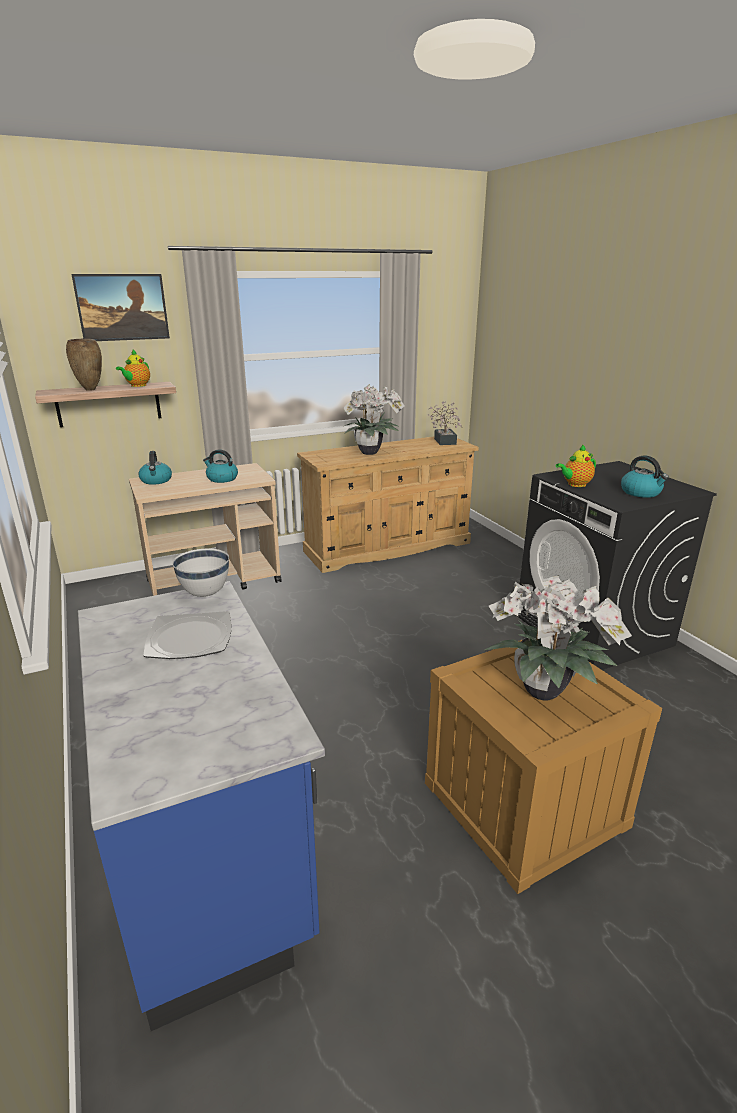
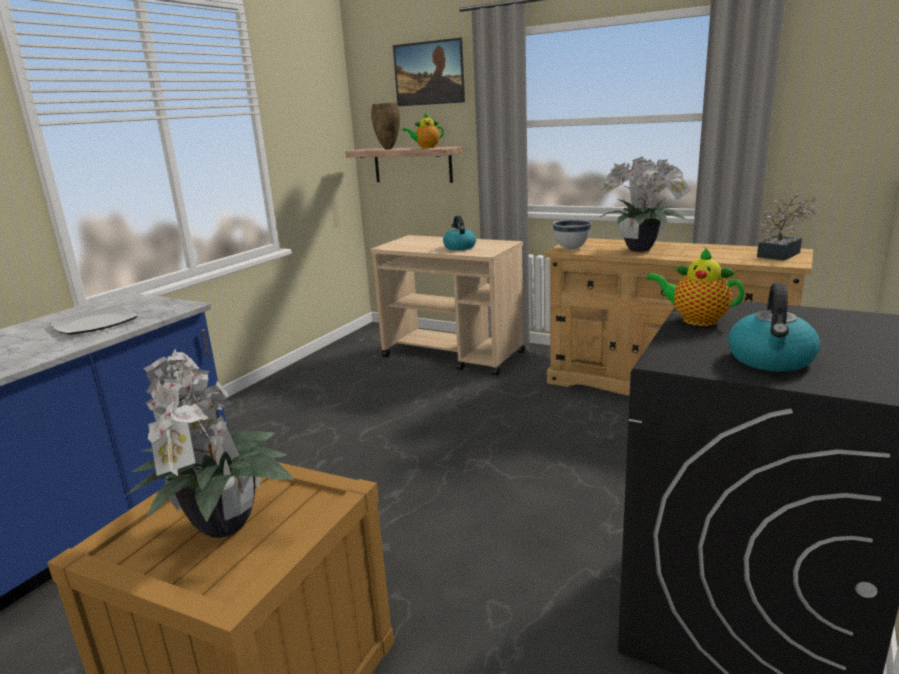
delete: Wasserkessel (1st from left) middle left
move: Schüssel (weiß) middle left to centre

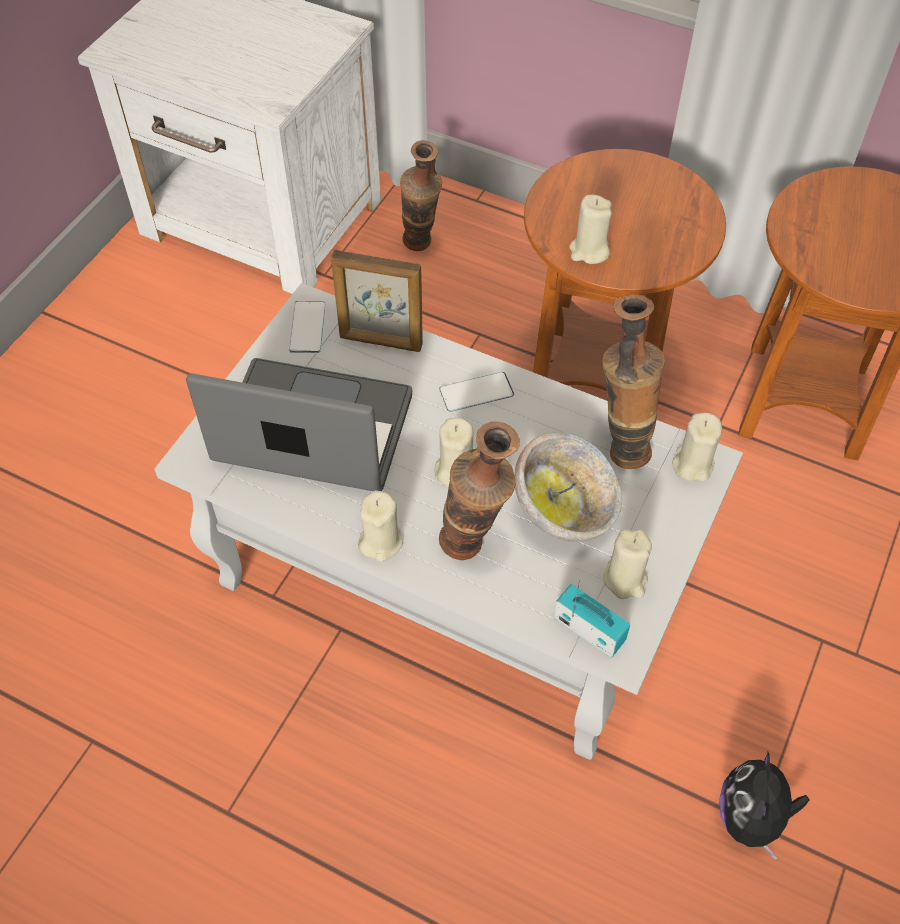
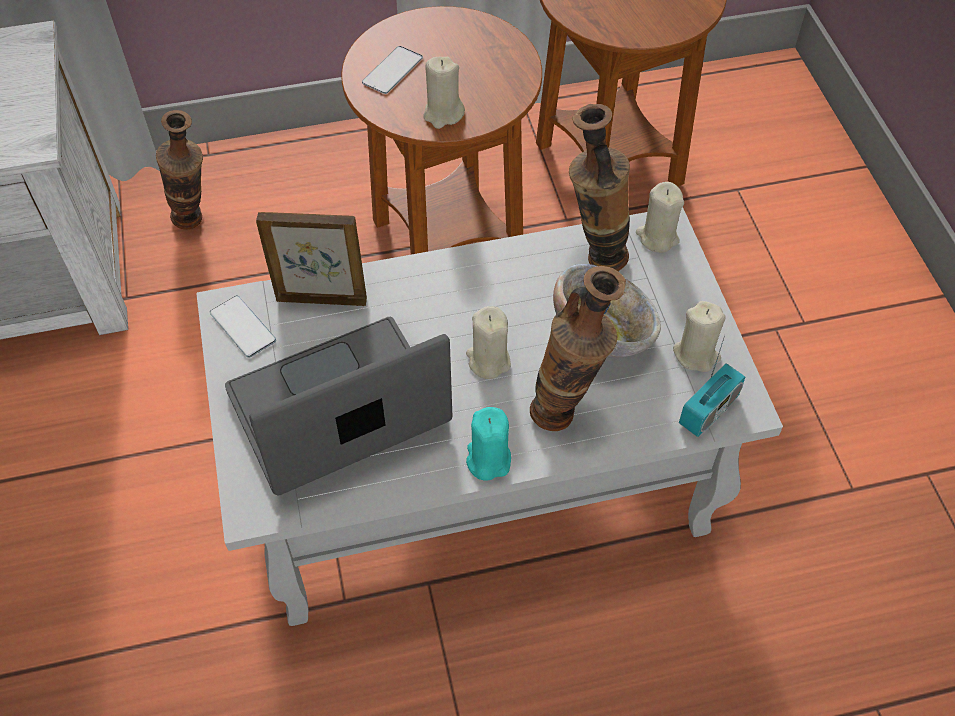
delete: Plüschtier bottom right
move: Handy (2nd from left) centre to top centre
recolor: Kerze (beige) (1st from left) centre to Kerze (türkis) centre
rotate: Bilderrahmen top centre = middle left 150 degrees counterclockwise; Radio bottom centre = middle right 135 degrees clockwise

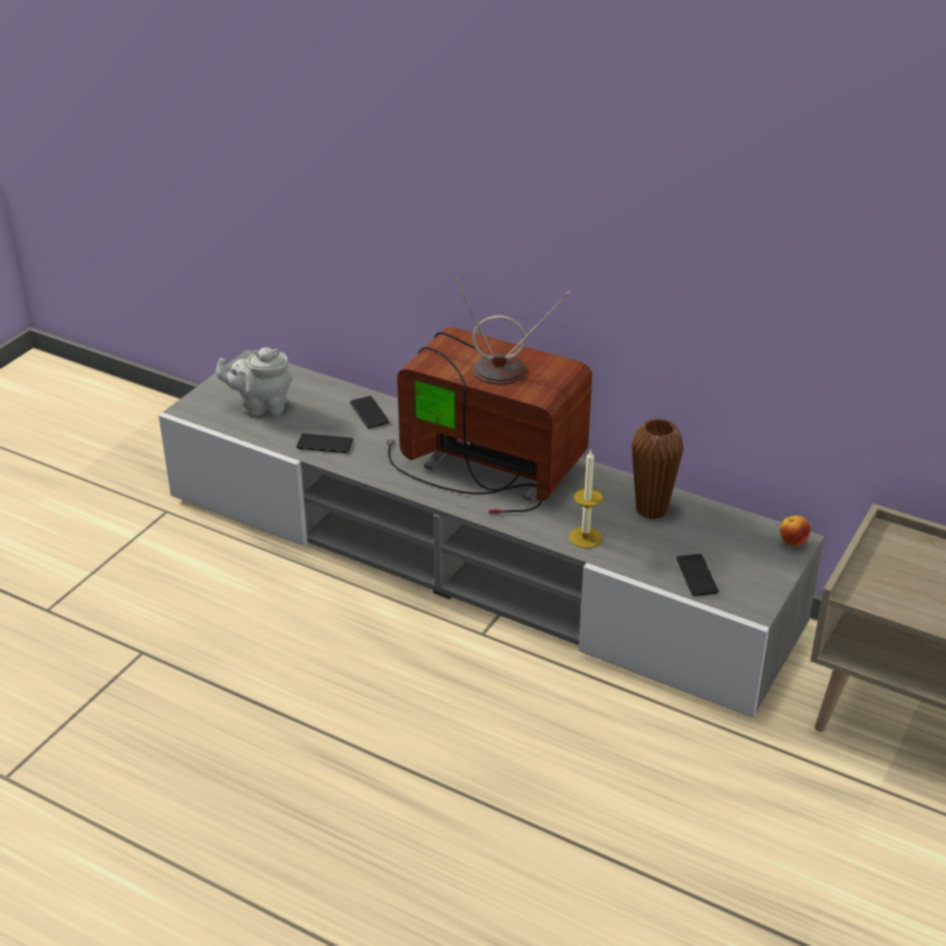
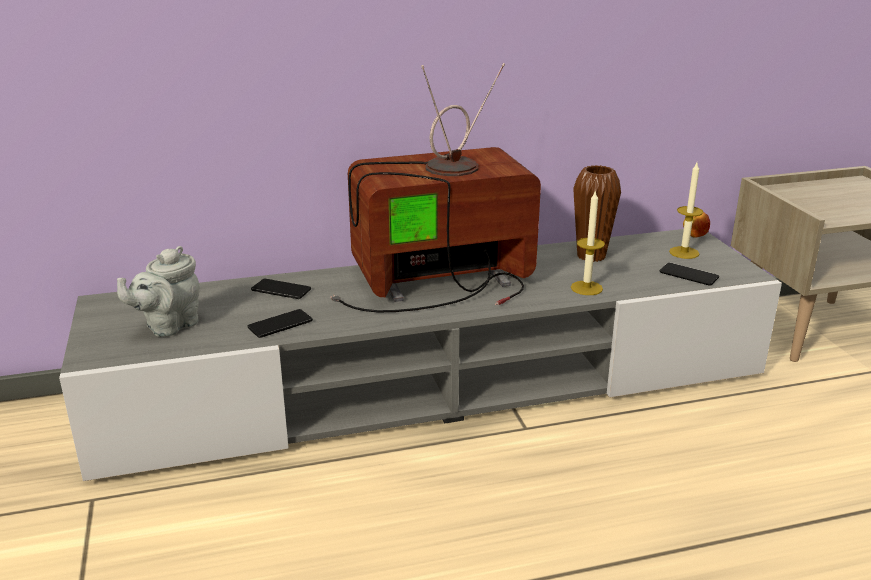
insert: Kerze (2nd from left) middle right

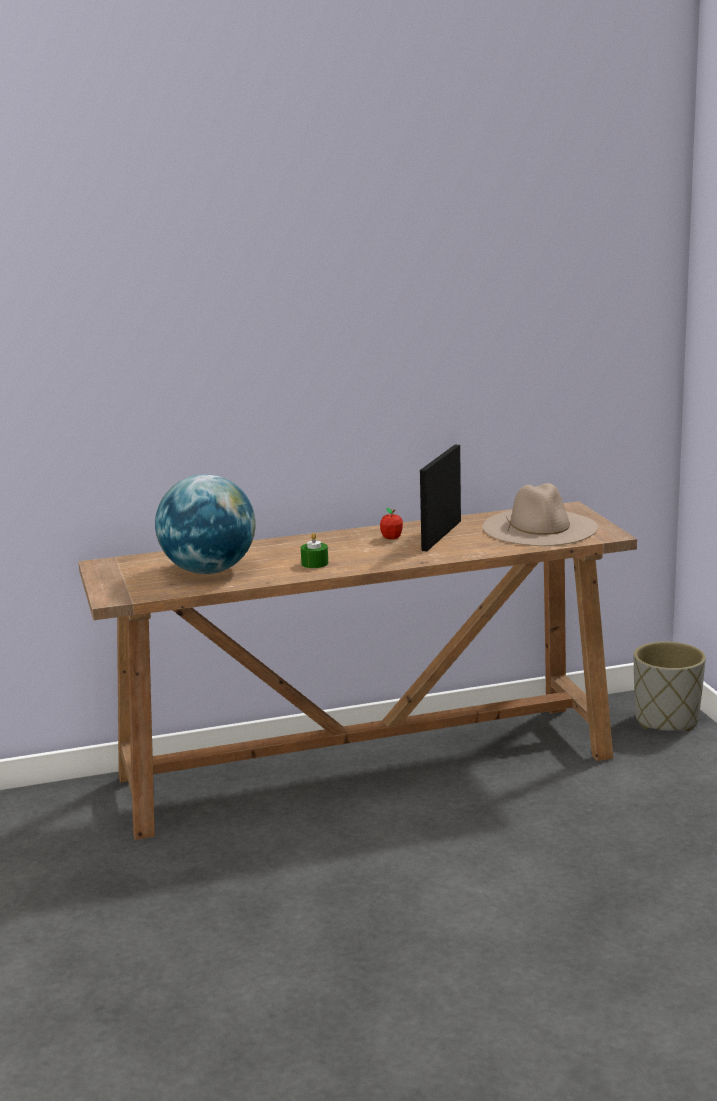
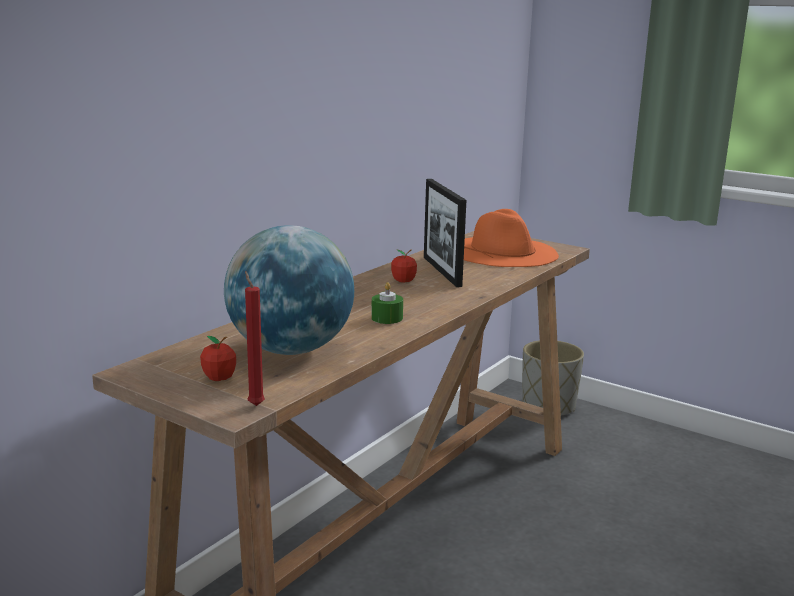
insert: Apfel (1st from left) middle left; Kerze (rot) middle left
recolor: Hut (beige) middle right to Hut (orange) centre

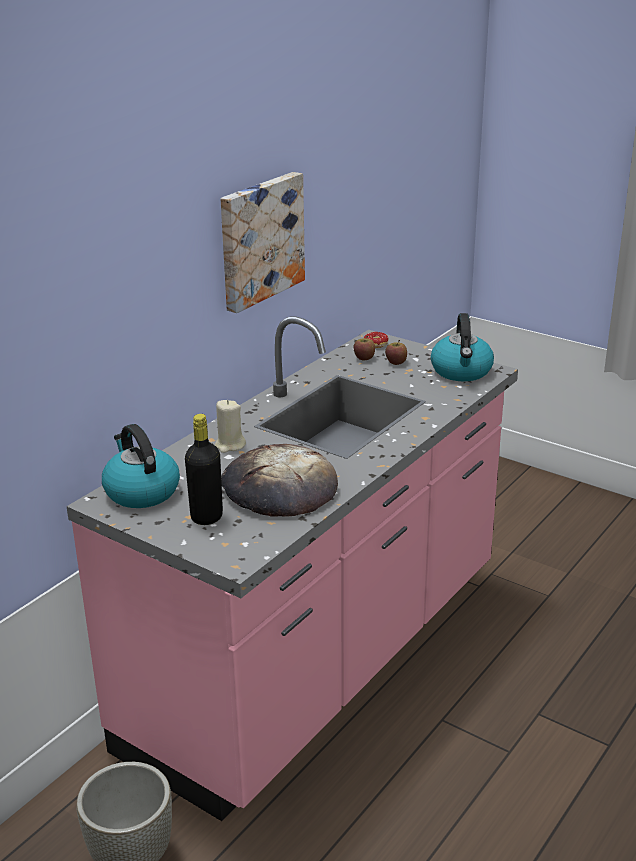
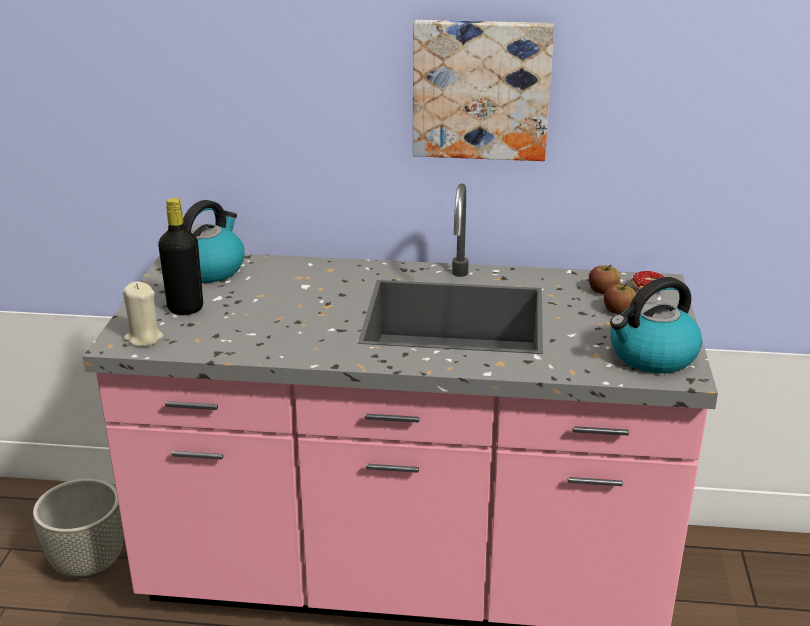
delete: Brot centre
move: Kerze (beige) centre to middle left

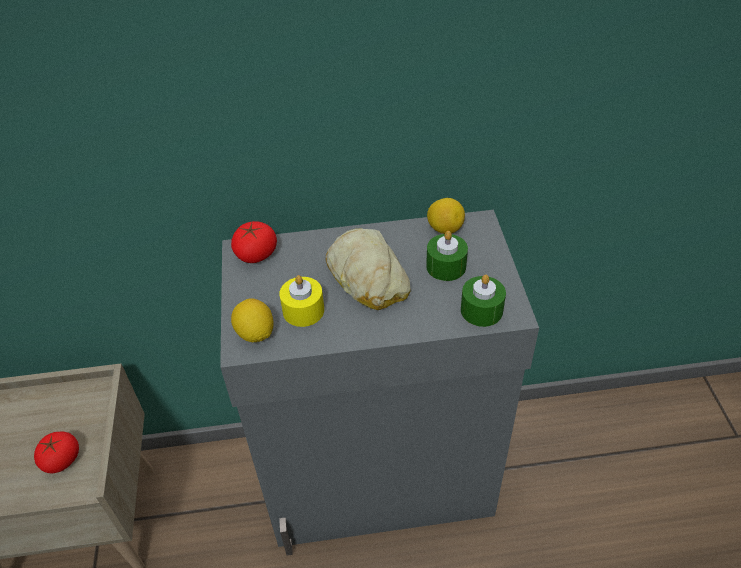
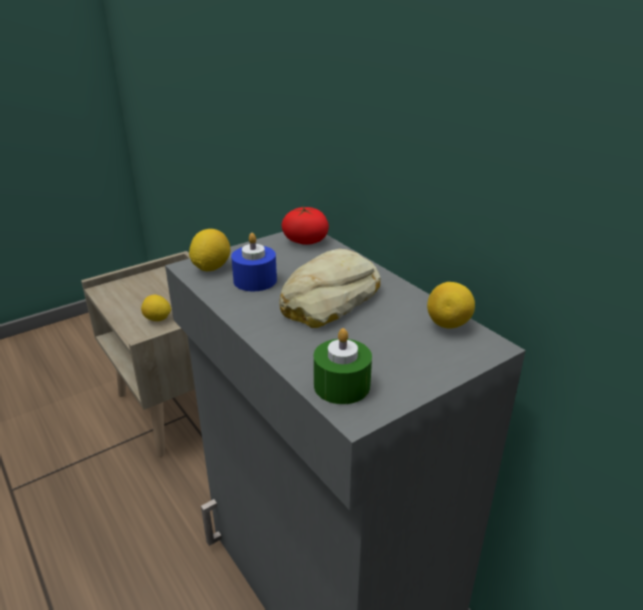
delete: Kerze (grün) (1st from left) centre
replace: Tomate (1st from left) bottom left to Zitrone (1st from left) middle left
recolor: Kerze (gelb) centre to Kerze (blau) centre

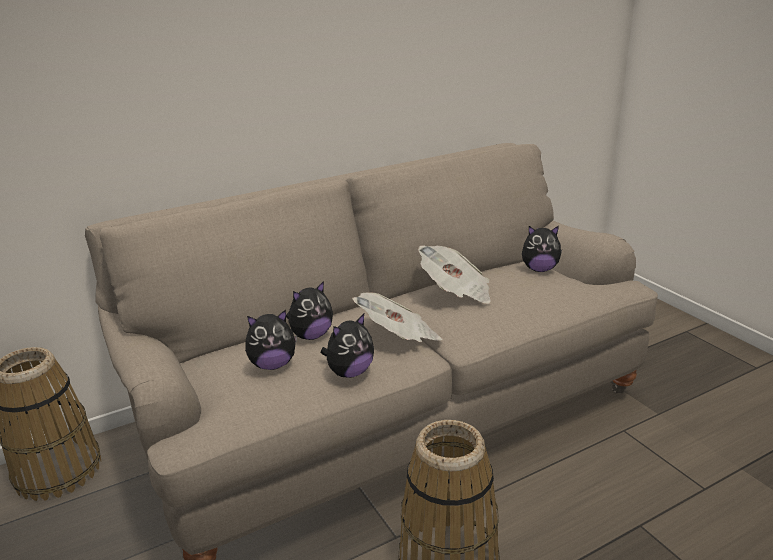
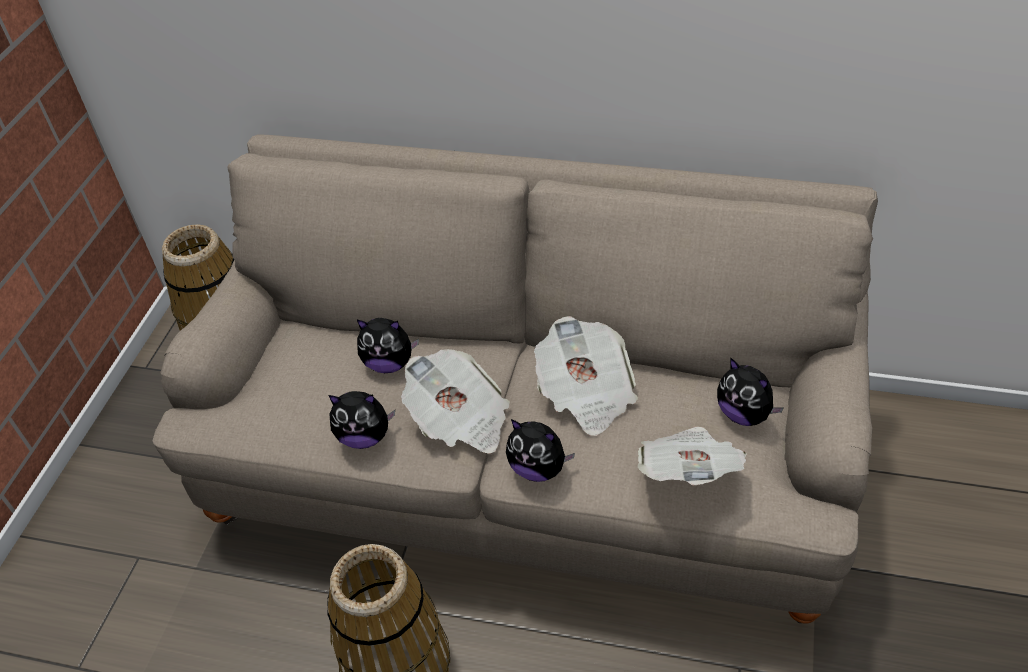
insert: Zeitung (3rd from left) bottom right
move: Plüschtier (1st from left in the first image) centre to Plüschtier (3rd from left) bottom centre

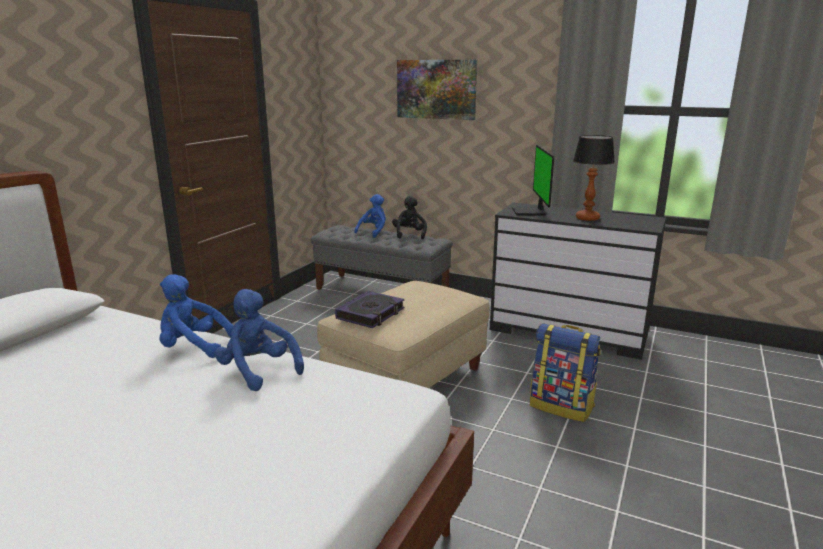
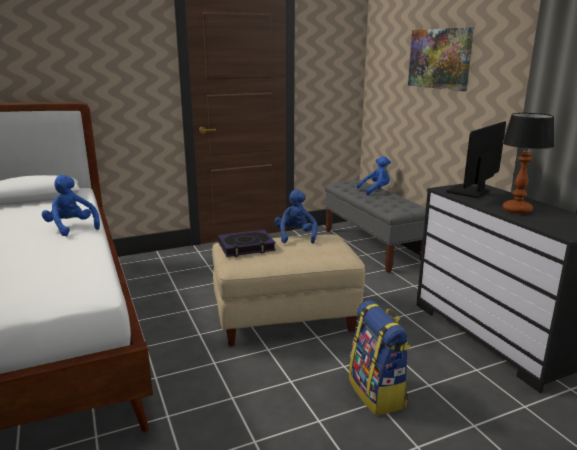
delete: Plüschtier (schwarz) centre
move: Plüschtier (blau) (2nd from left) middle left to centre

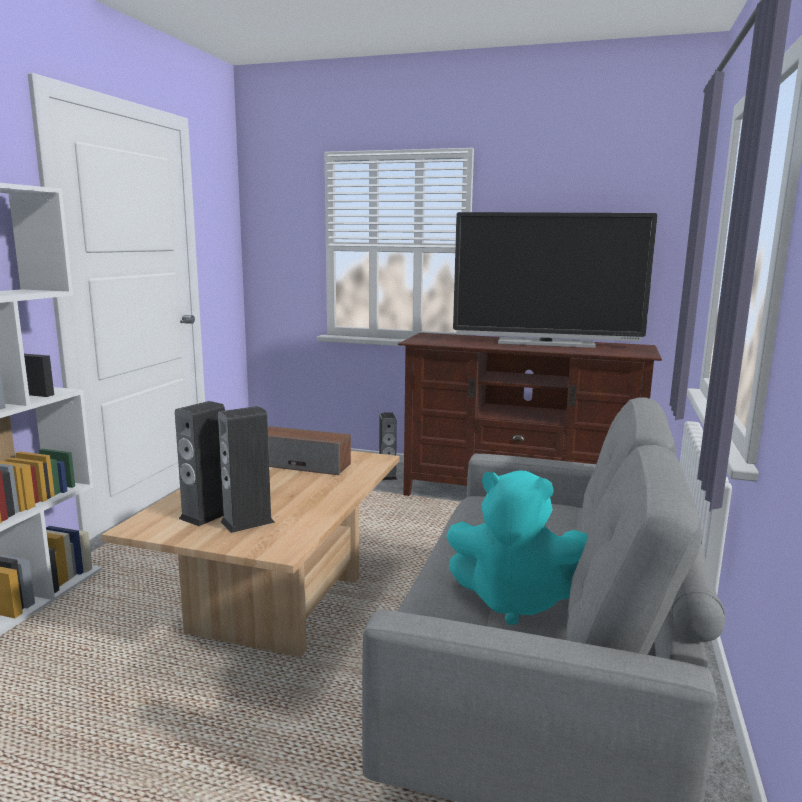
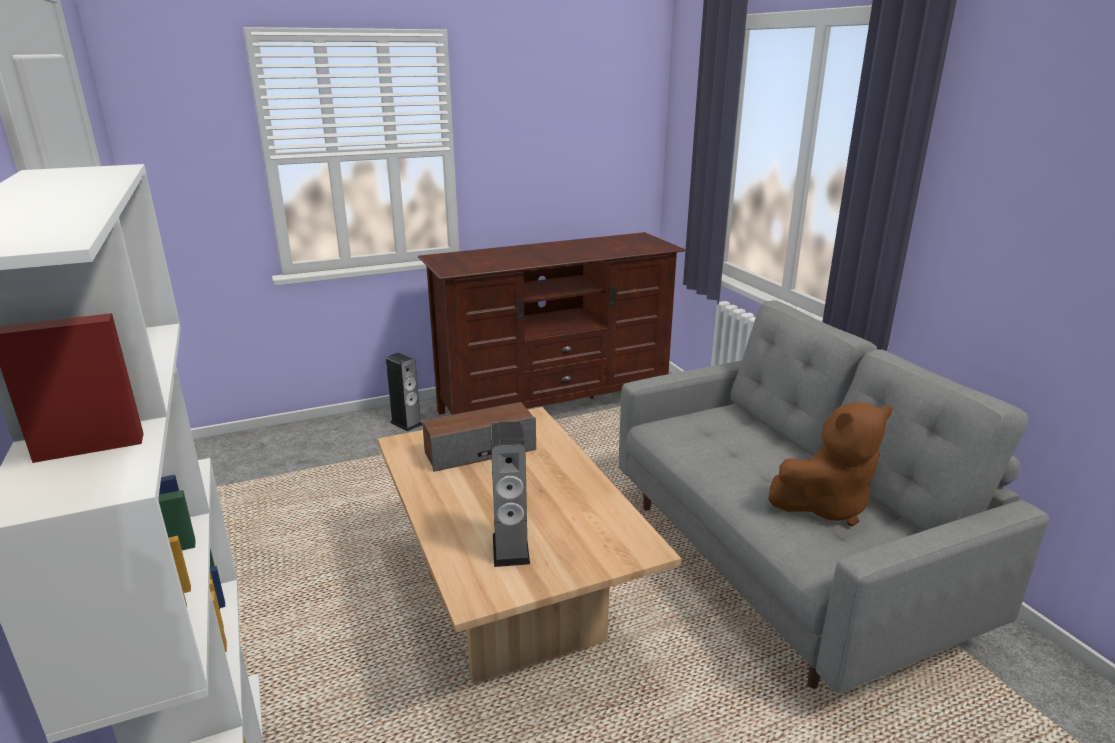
delete: Lautsprecher (2nd from left) middle left; Fernseher middle right
recolor: Plüschtier (türkis) bottom centre to Plüschtier (braun) middle right

